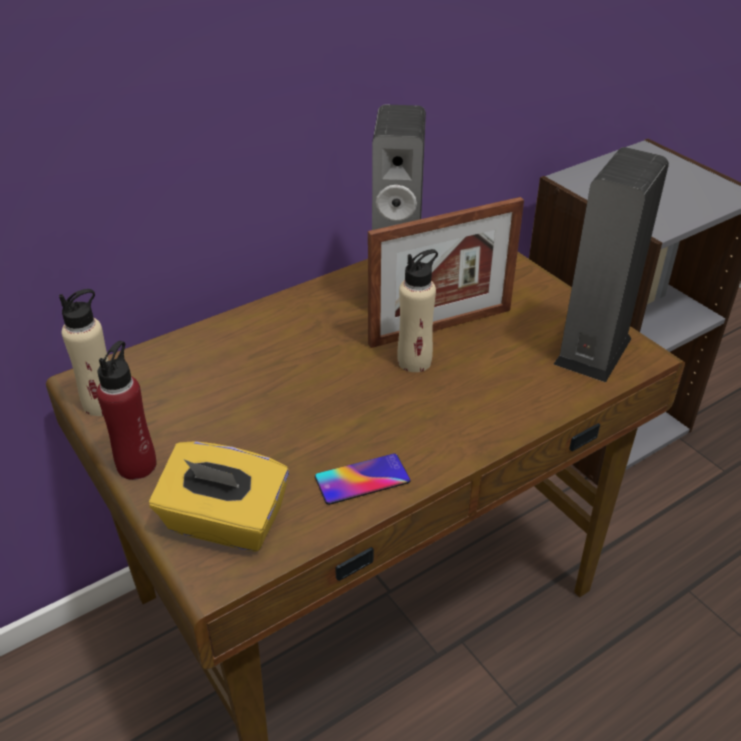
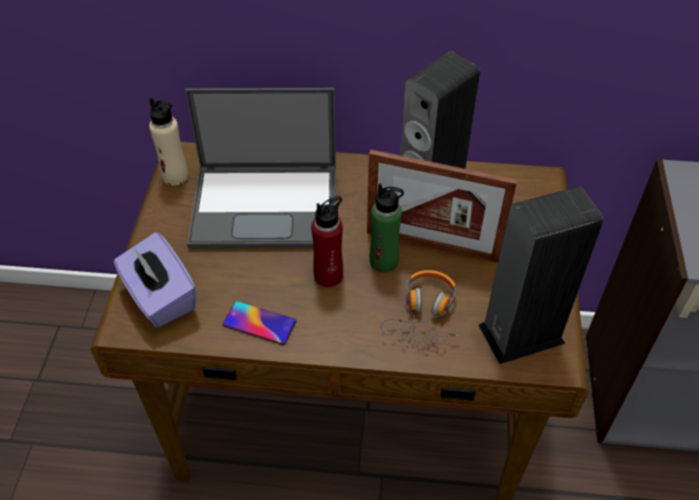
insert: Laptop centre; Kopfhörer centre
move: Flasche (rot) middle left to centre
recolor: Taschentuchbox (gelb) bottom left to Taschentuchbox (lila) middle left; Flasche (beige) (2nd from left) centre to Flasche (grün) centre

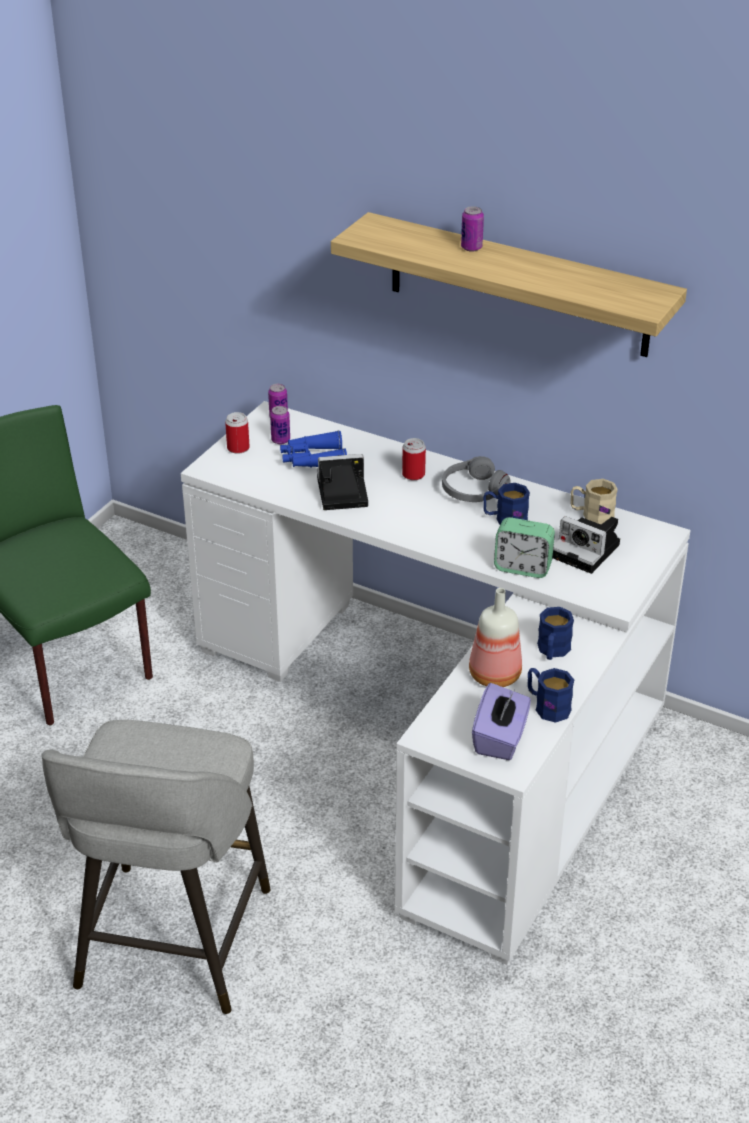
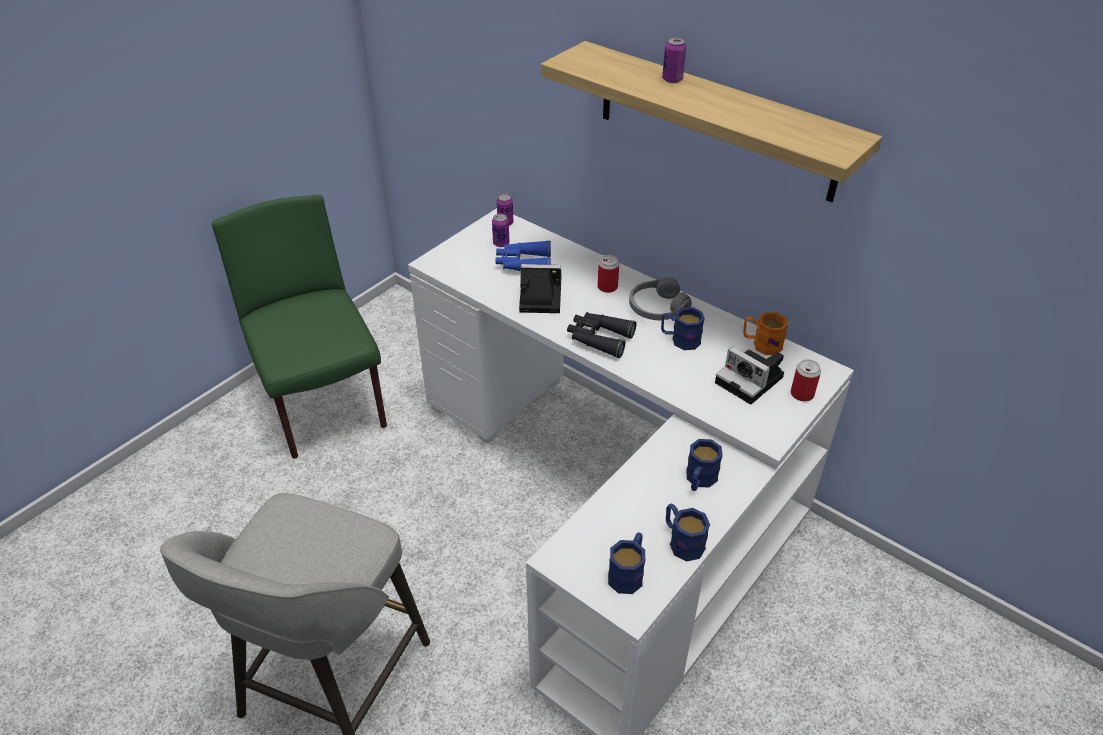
delete: Flasche centre; Wecker middle right
insert: Fernglas (schwarz) centre
move: Dose (1st from left in the first image) middle left to Dose (5th from left) middle right
replace: Taschentuchbox (lila) middle right to Henkelbecher (blau) (1st from left) bottom centre
recolor: Henkelbecher (beige) middle right to Henkelbecher (orange) middle right

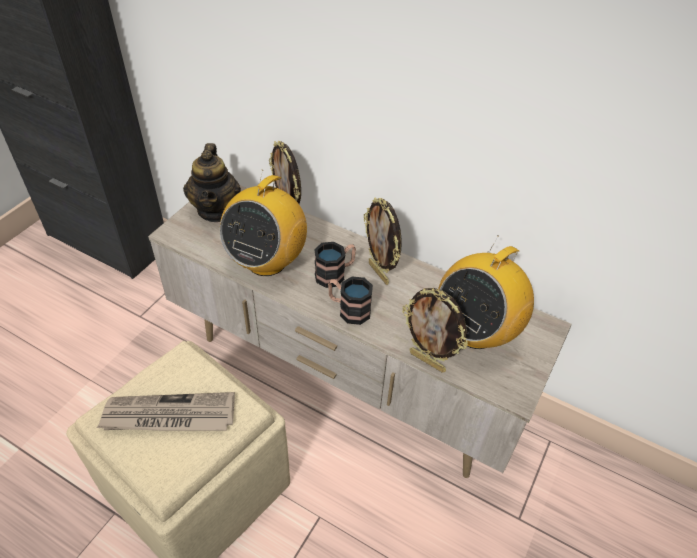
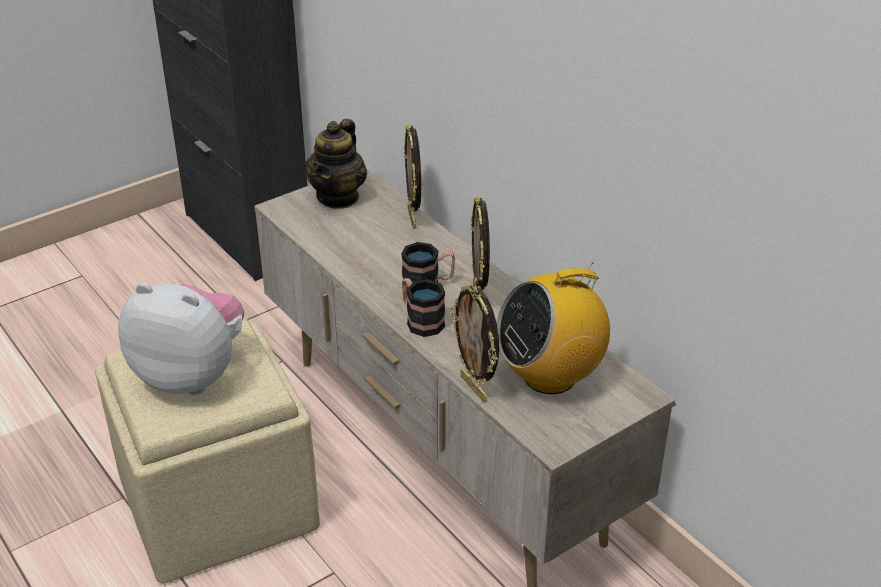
delete: Radio (1st from left) centre
replace: Zeitung bottom left to Plüschtier middle left

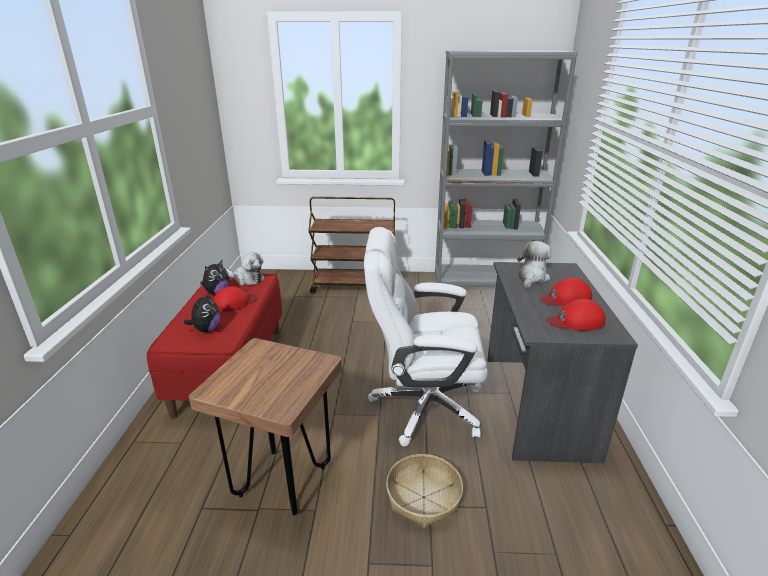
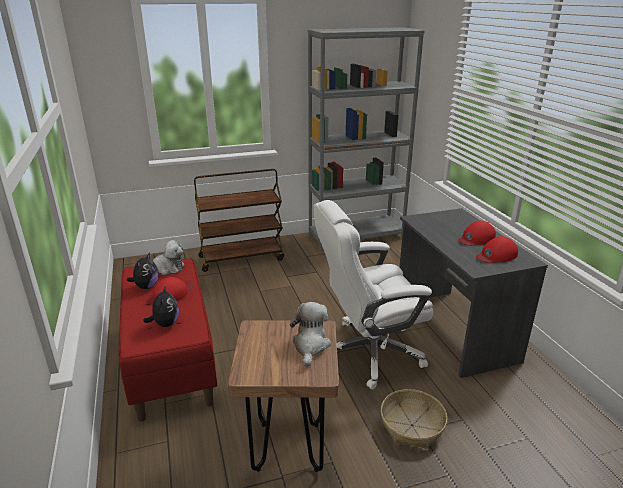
move: Plüschtier (4th from left) middle right to bottom centre

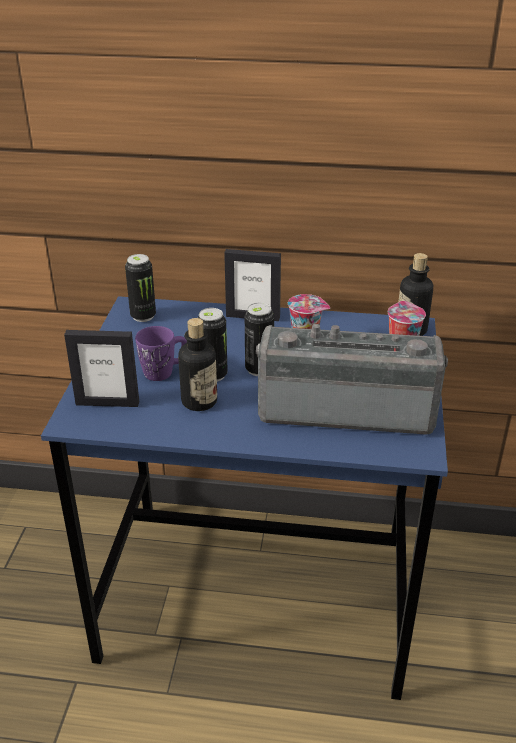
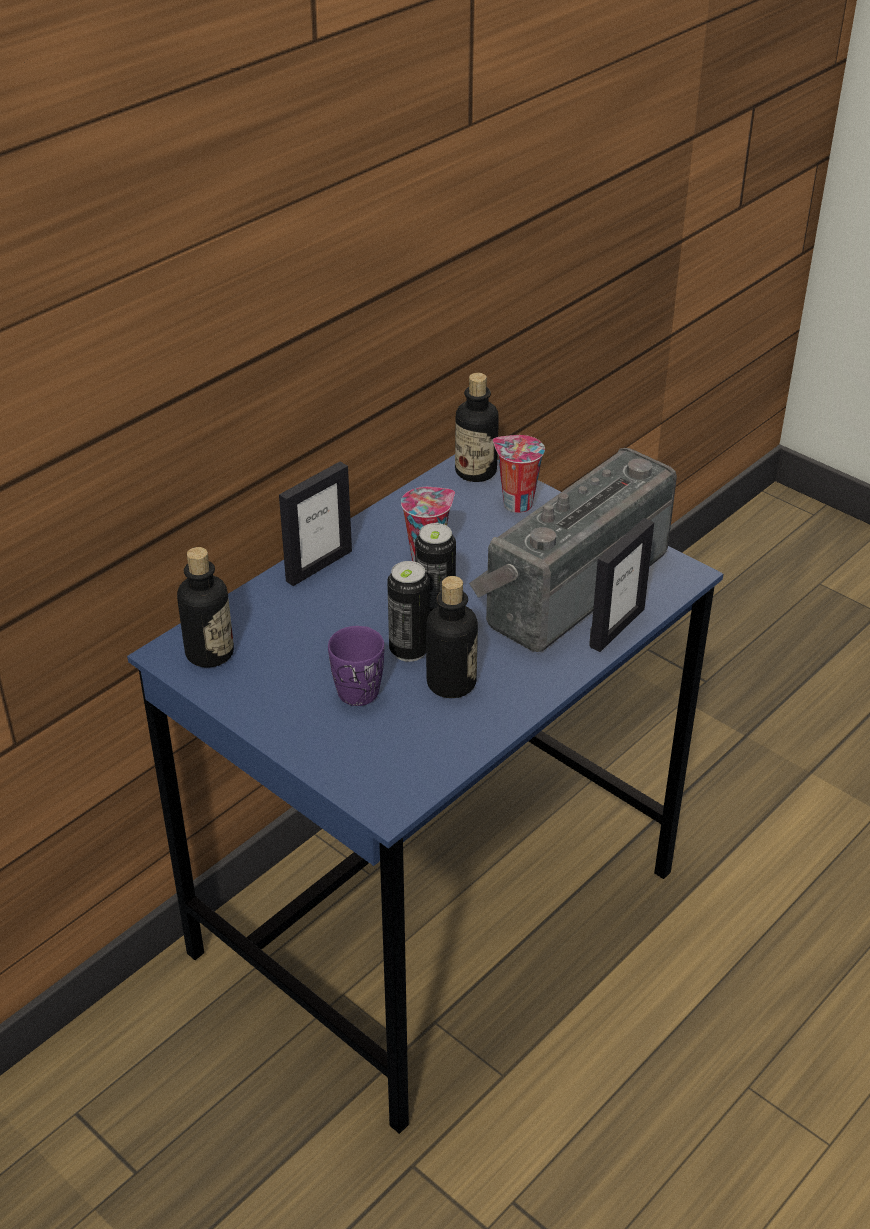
move: Bilderrahmen (1st from left in the first image) middle left to Bilderrahmen (2nd from left) middle right
replace: Dose (1st from left) middle left to Flasche (1st from left) middle left

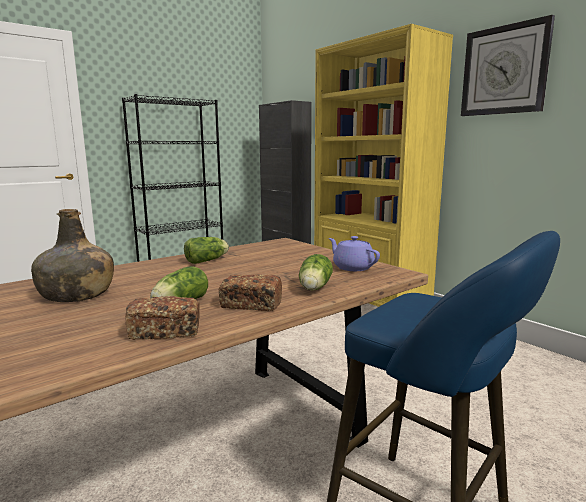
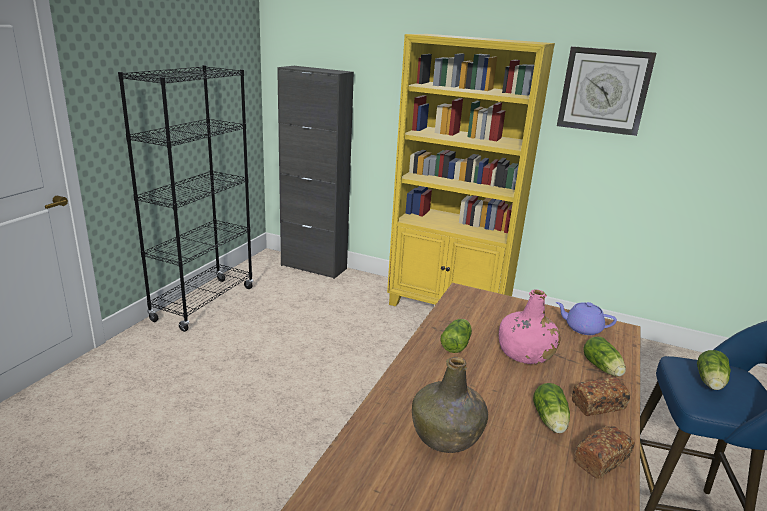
insert: Flasche (rosa) middle right; Salatkopf (4th from left) bottom right

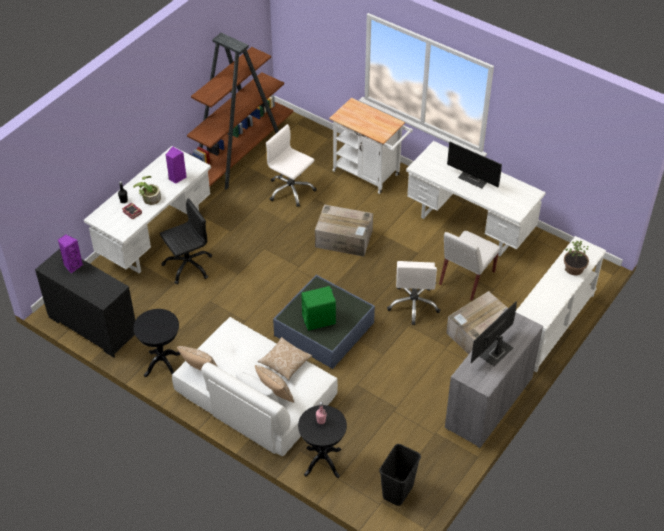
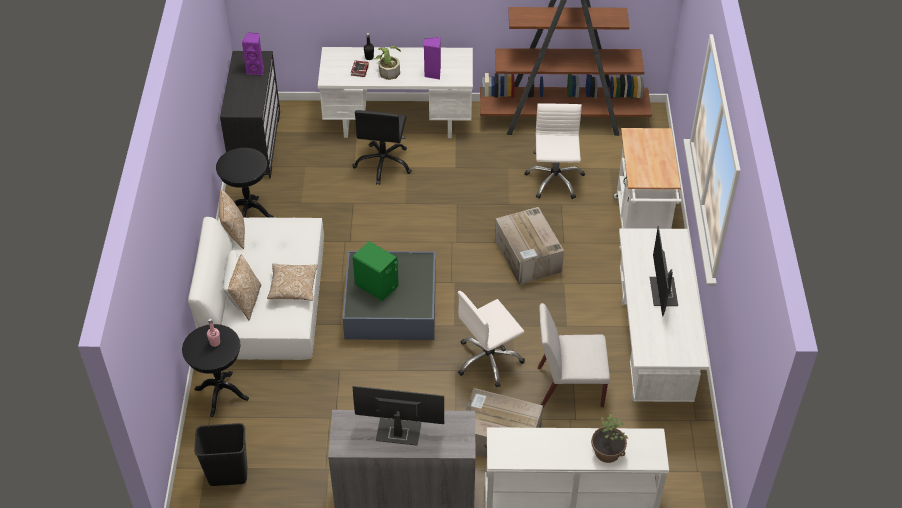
rotate: Bürostuhl (schwarz) middle left = top centre 75 degrees clockwise

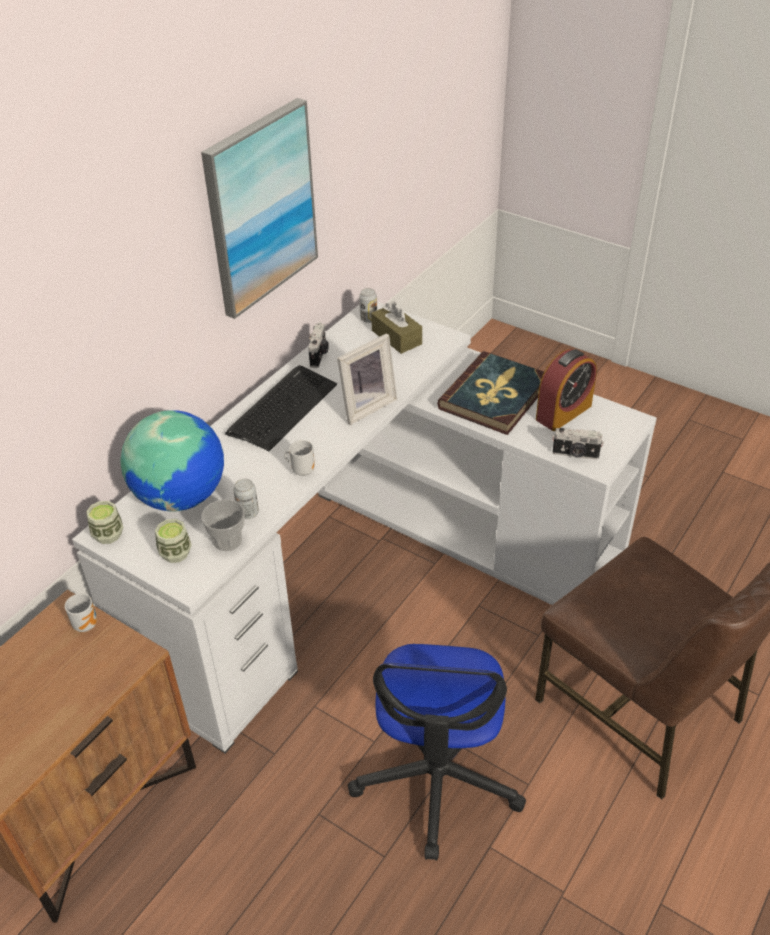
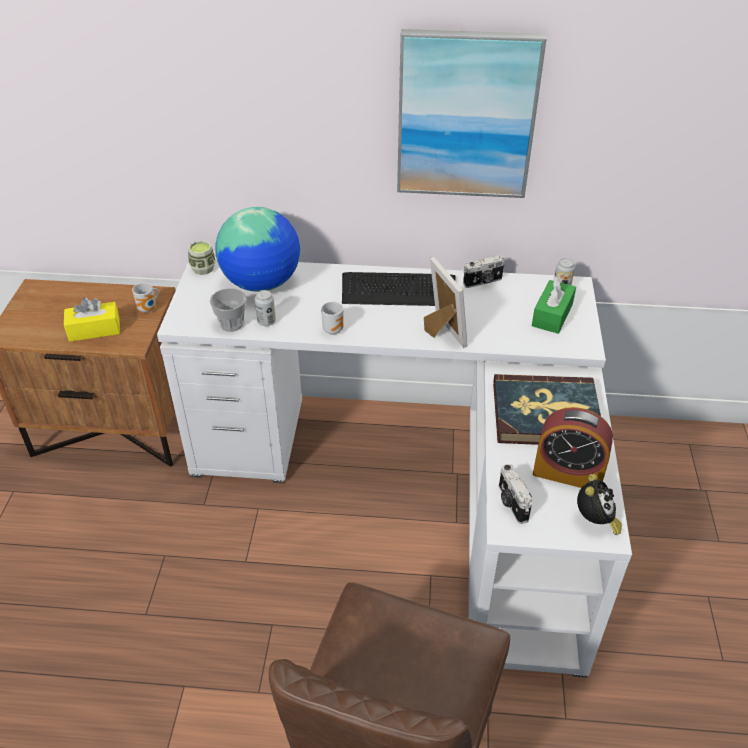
delete: Tasse (2nd from left) middle left; Bürostuhl bottom centre
insert: Taschentuchbox (gelb) middle left; Wecker (2nd from left) bottom right
recolor: Taschentuchbox (braun) centre to Taschentuchbox (grün) middle right
rotate: Bilderrahmen centre = centre 135 degrees counterclockwise

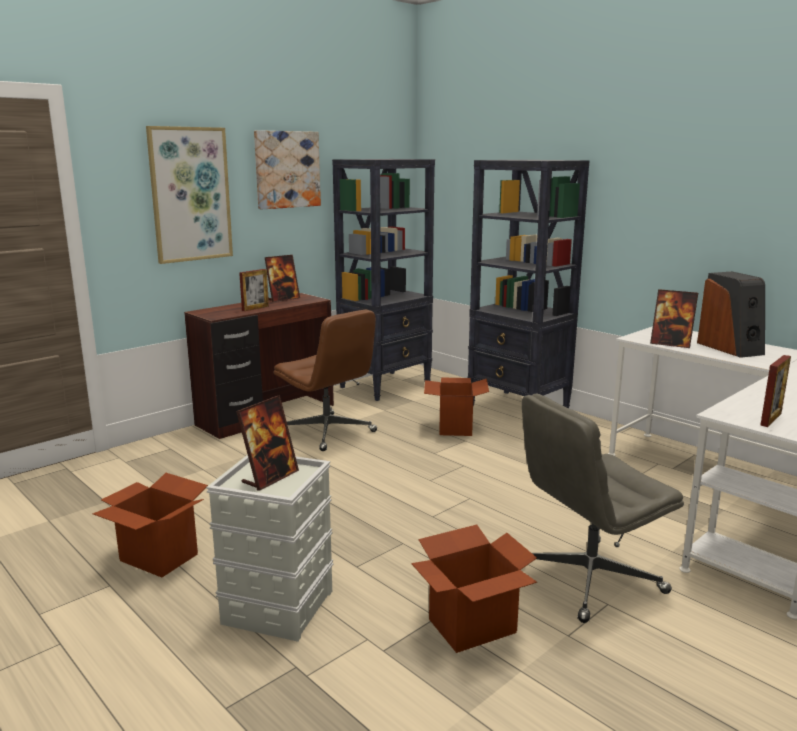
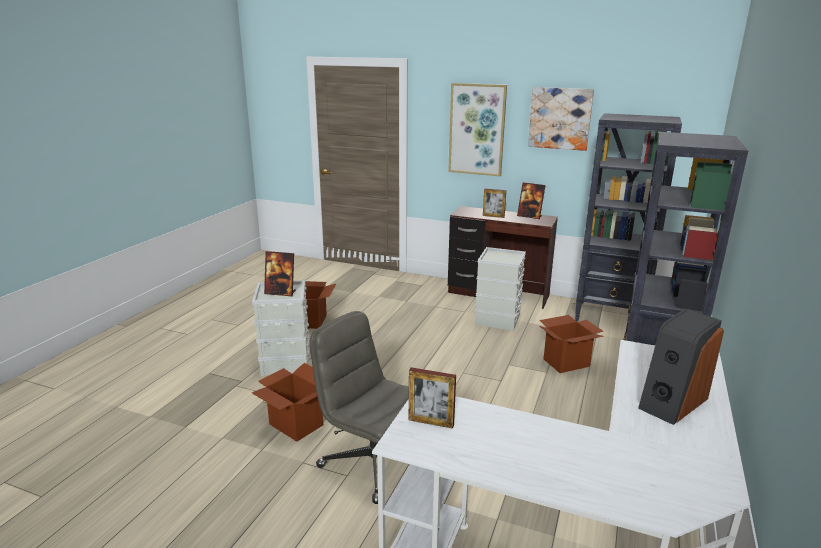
delete: Bilderrahmen (4th from left) middle right
replace: Bürostuhl (braun) centre to Aufbewahrungsbox (grau) (2nd from left) centre

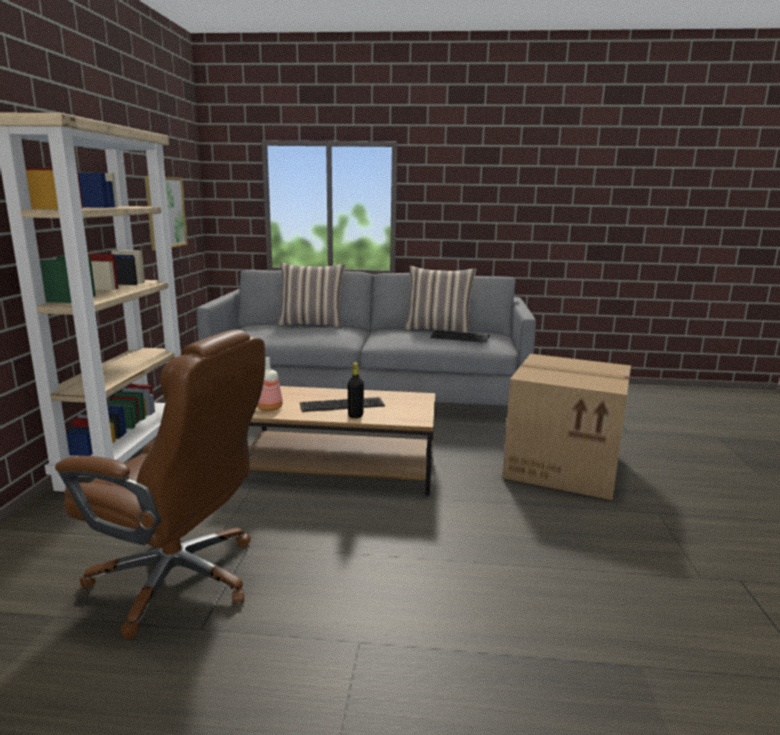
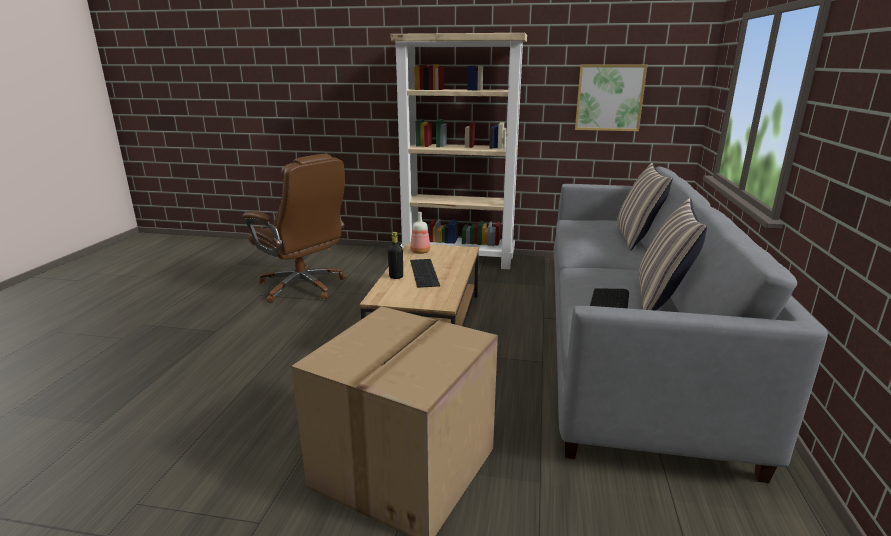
rotate: Bürostuhl (braun) middle left = middle left 75 degrees counterclockwise

